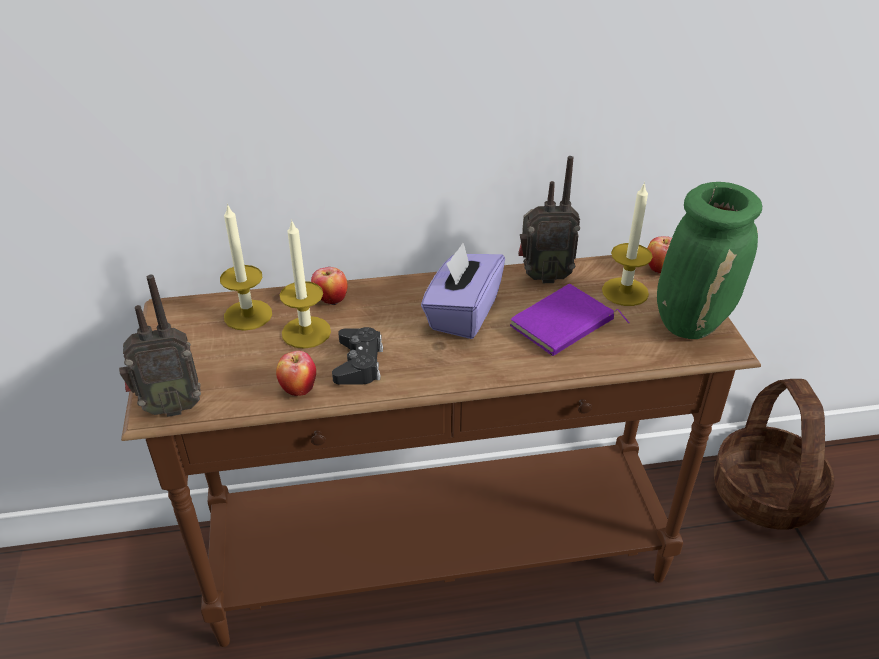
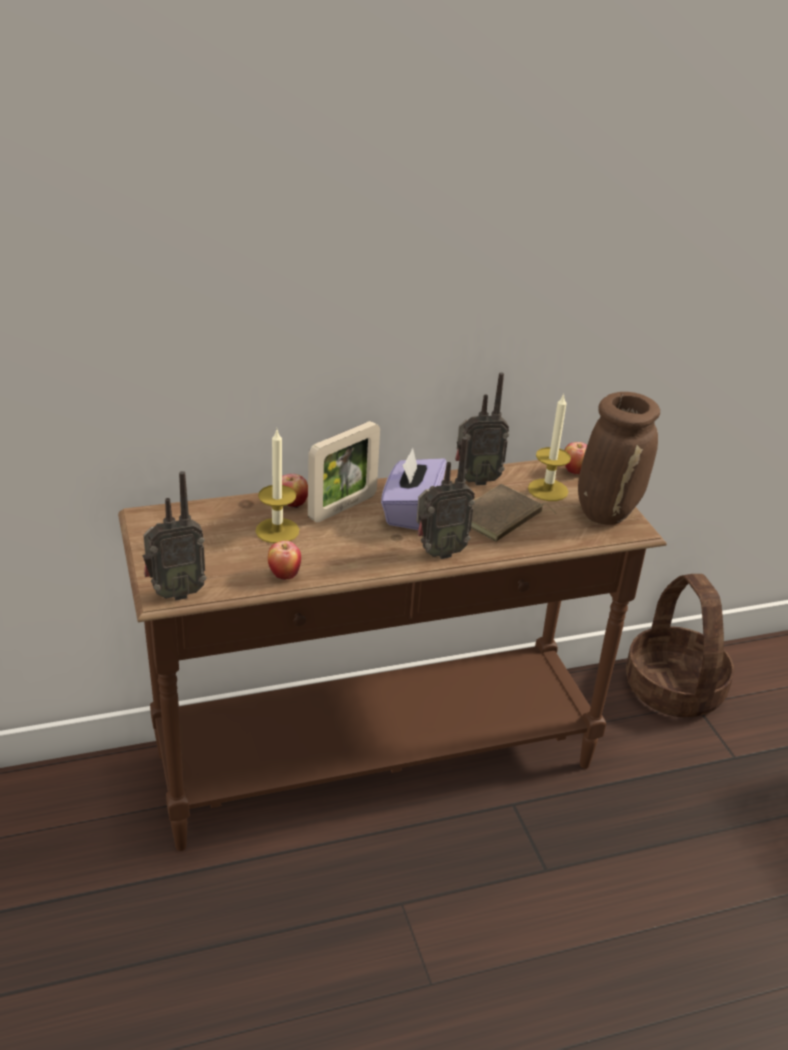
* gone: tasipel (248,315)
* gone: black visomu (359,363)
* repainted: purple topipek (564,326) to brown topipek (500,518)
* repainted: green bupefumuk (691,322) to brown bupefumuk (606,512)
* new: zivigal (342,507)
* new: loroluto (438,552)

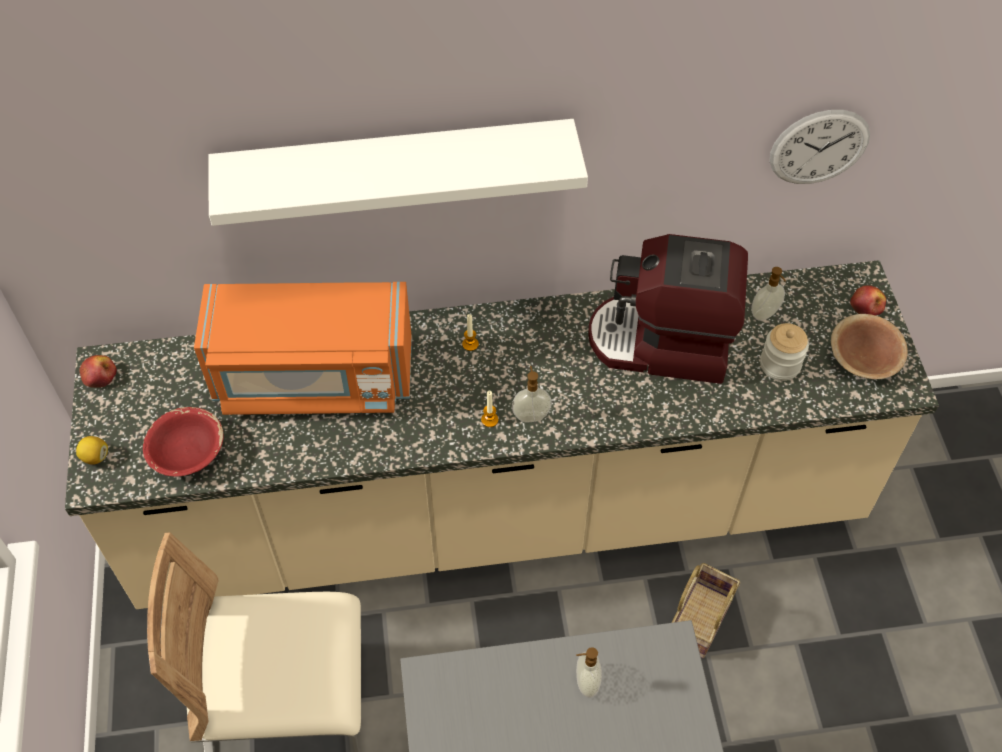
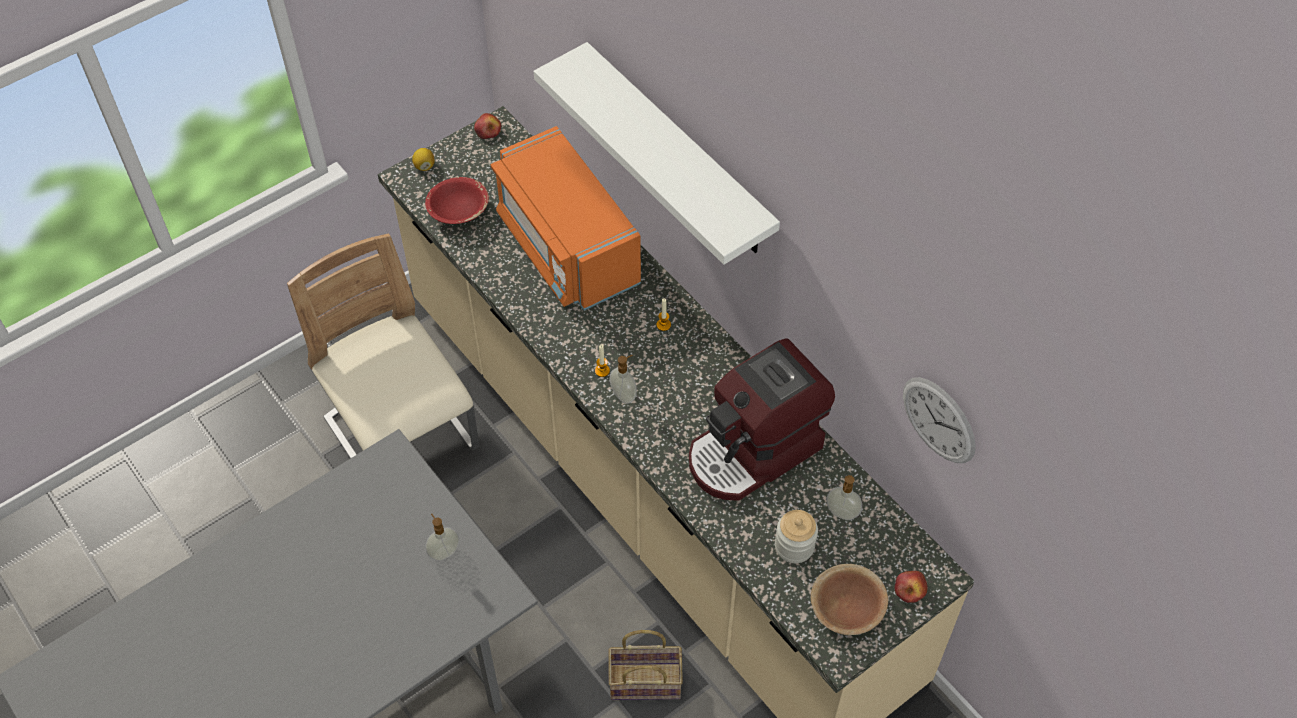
* rotated: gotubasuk (662,344) = (754,452) 105 degrees counterclockwise

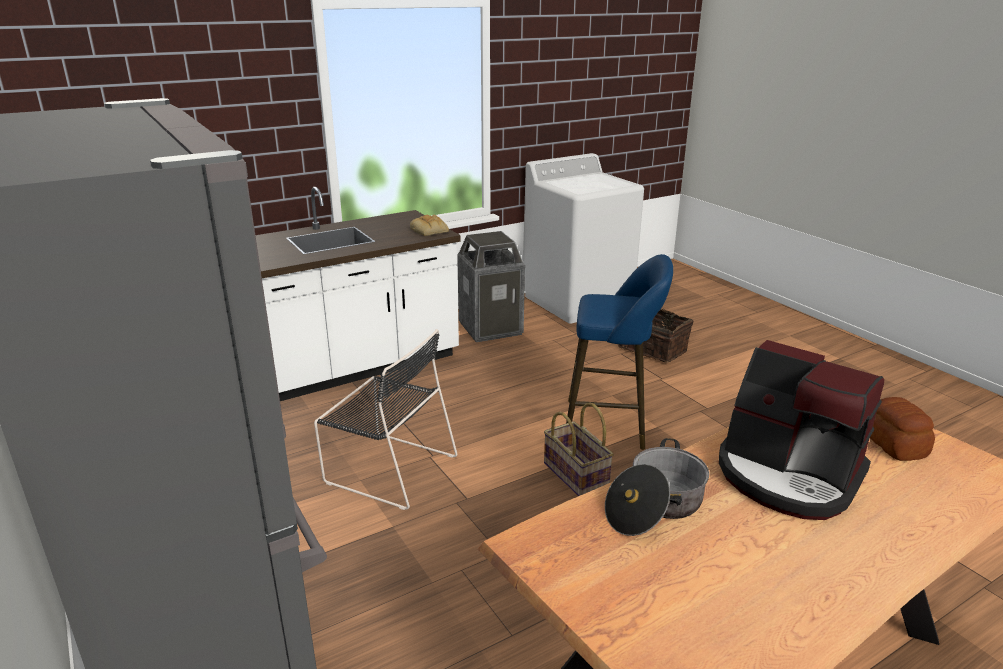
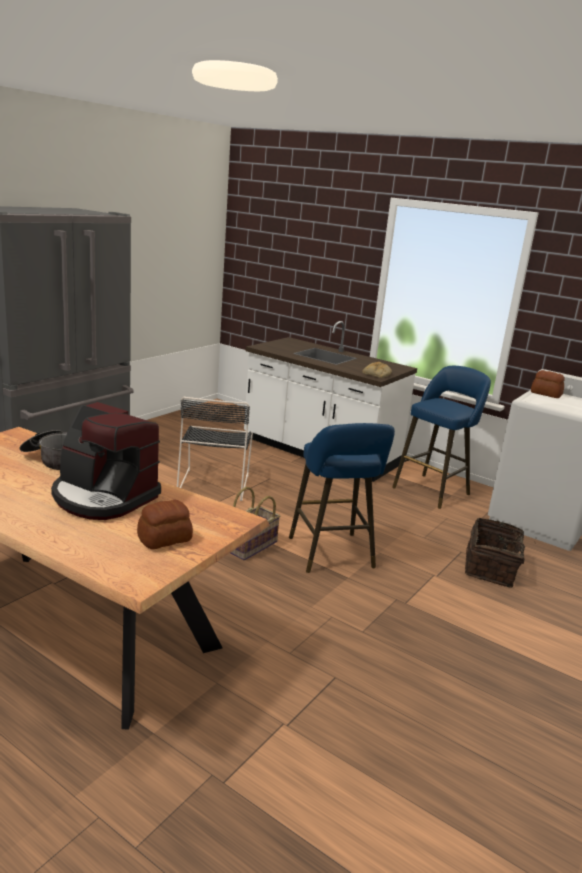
* swapped: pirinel (490,328) to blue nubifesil (433,490)
* rotated: gotubasuk (788,475) = (103,497) 75 degrees counterclockwise
* new: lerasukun (546,394)

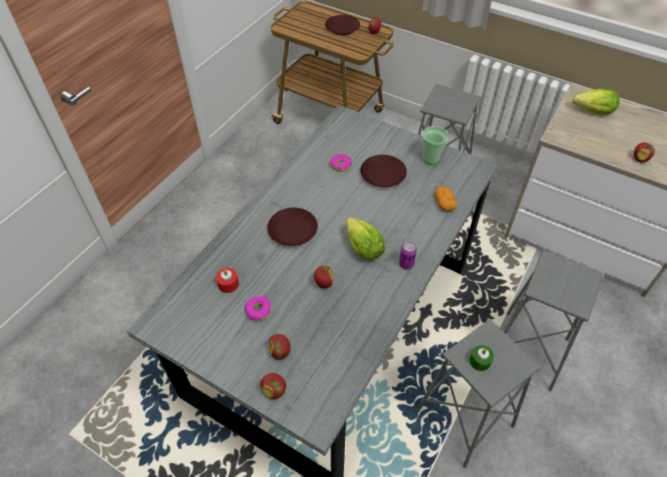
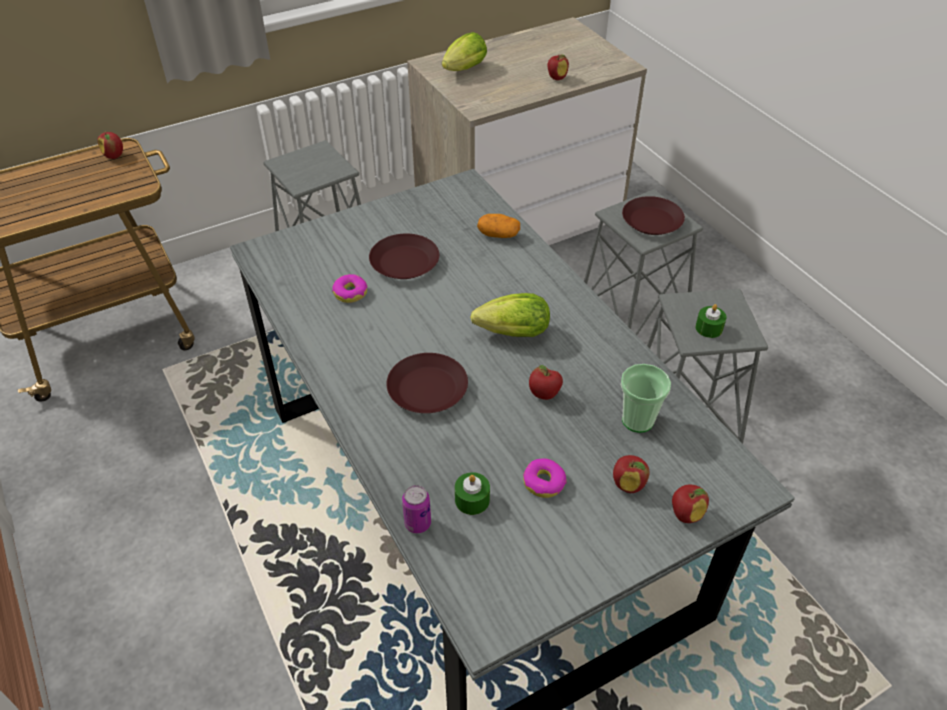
* repainted: red tasipel (228,284) to green tasipel (472,500)
* shifted: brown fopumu (342,28) to (651,221)
* shifted: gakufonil (406,264) to (417,523)
* shifted: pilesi (430,158) to (637,420)

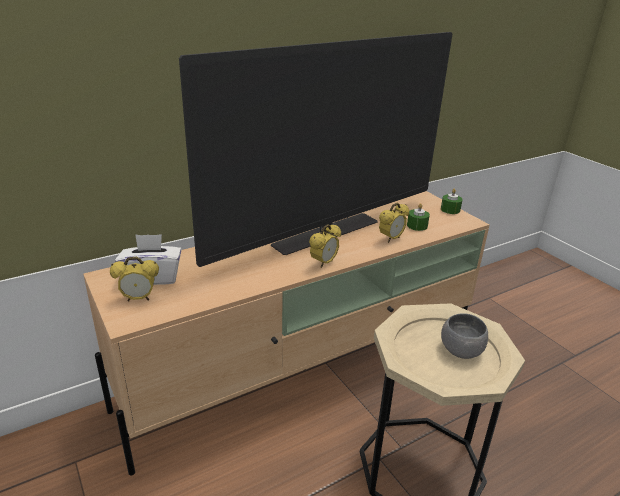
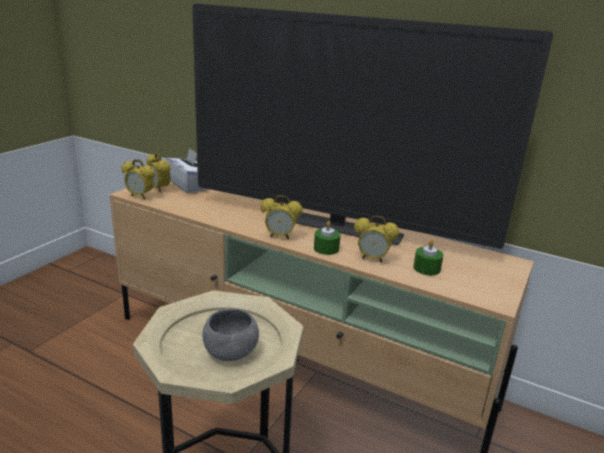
* shifted: green tasipel (450,209) to (326,248)
* new: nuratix (140,196)

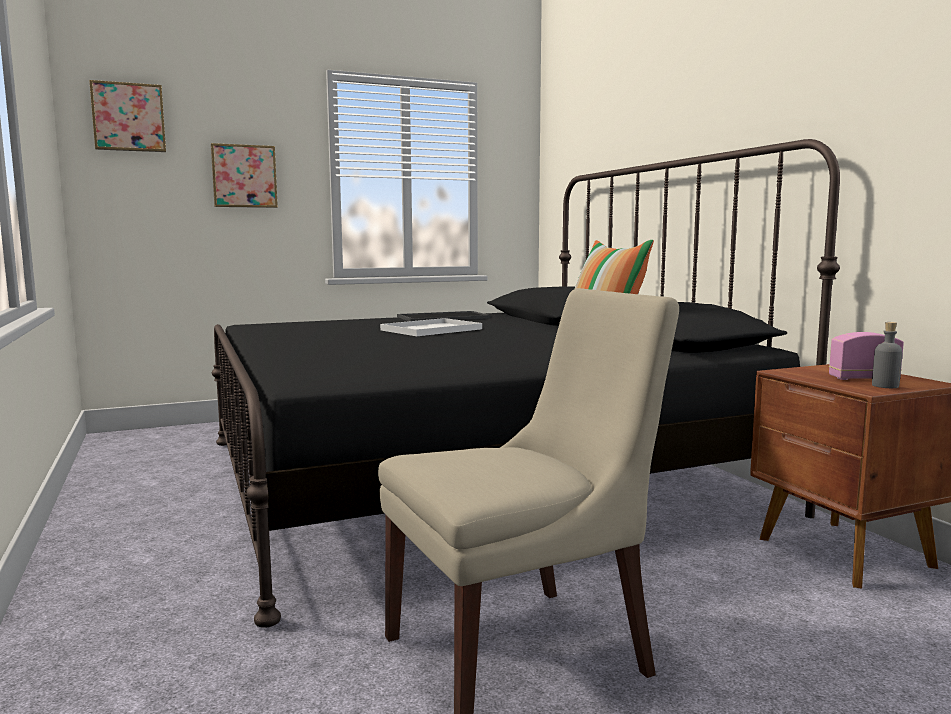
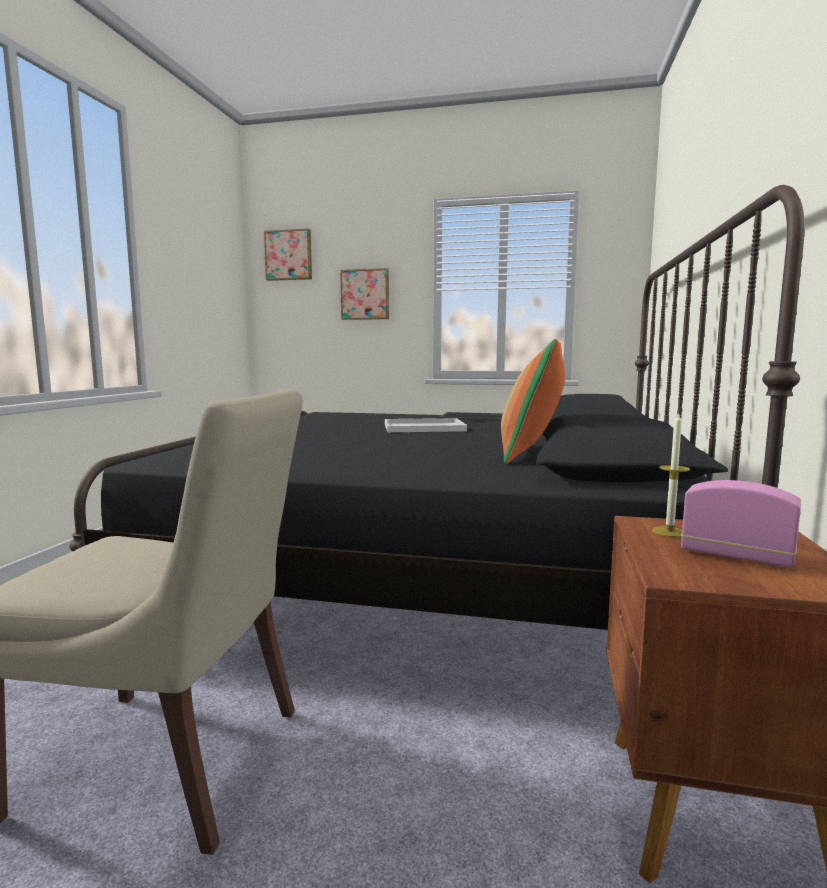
* gone: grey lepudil (885,386)
* new: tasipel (669,532)

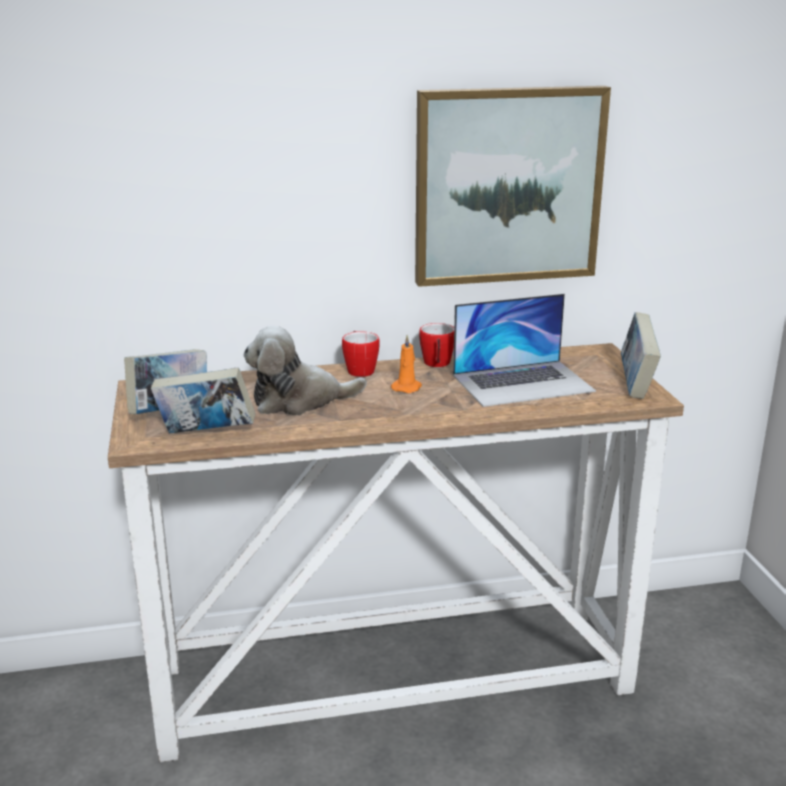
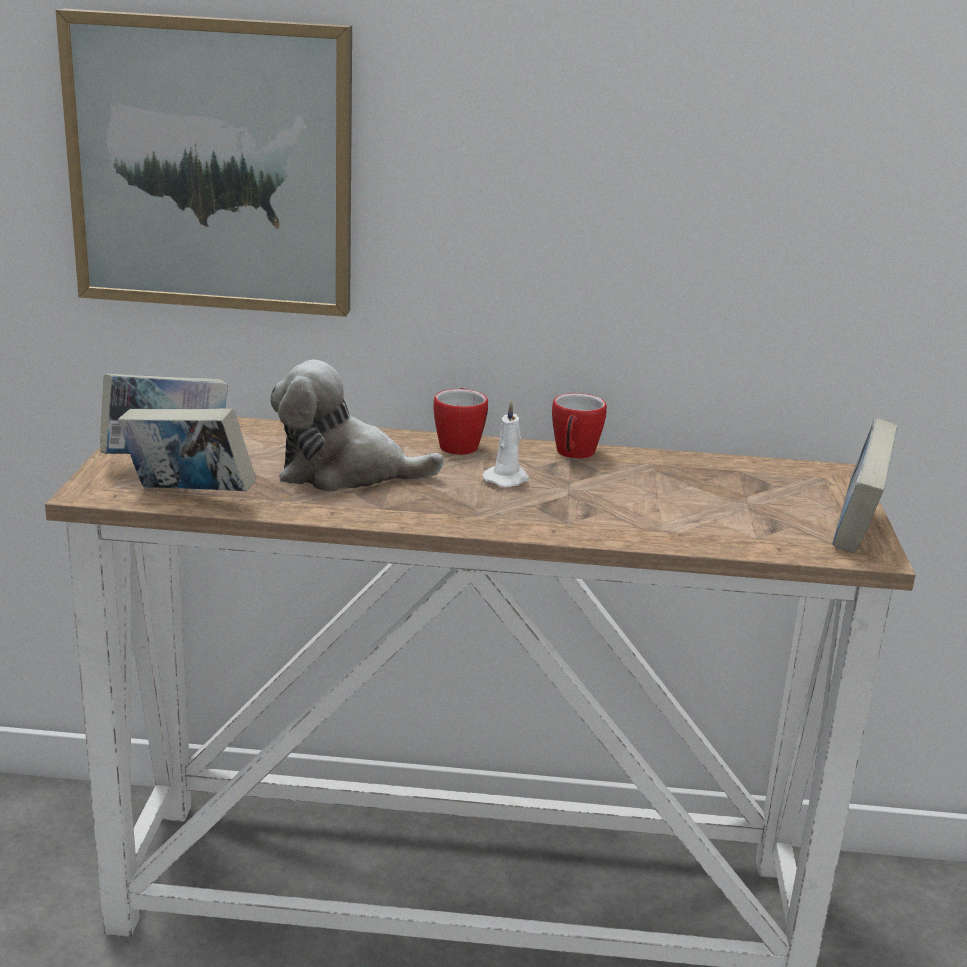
* repainted: orange tasipel (407,387) to white tasipel (507,479)
* shifted: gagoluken (508,186) to (212,165)
* gone: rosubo (523,383)

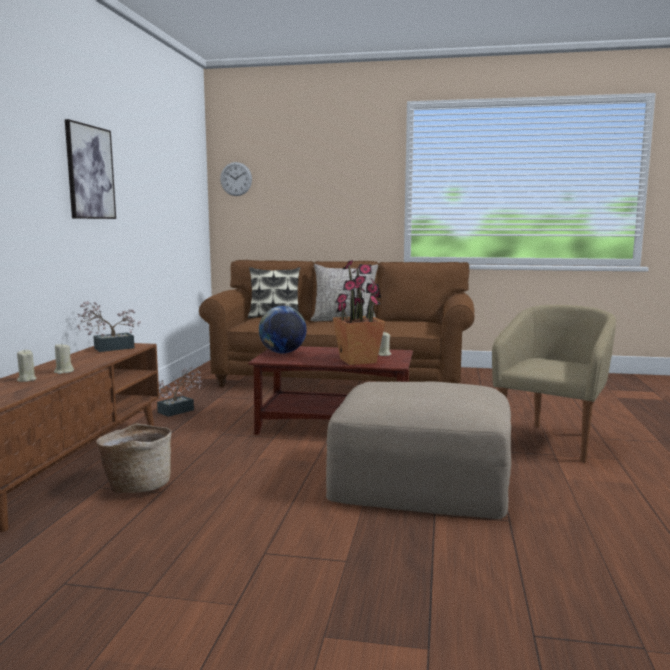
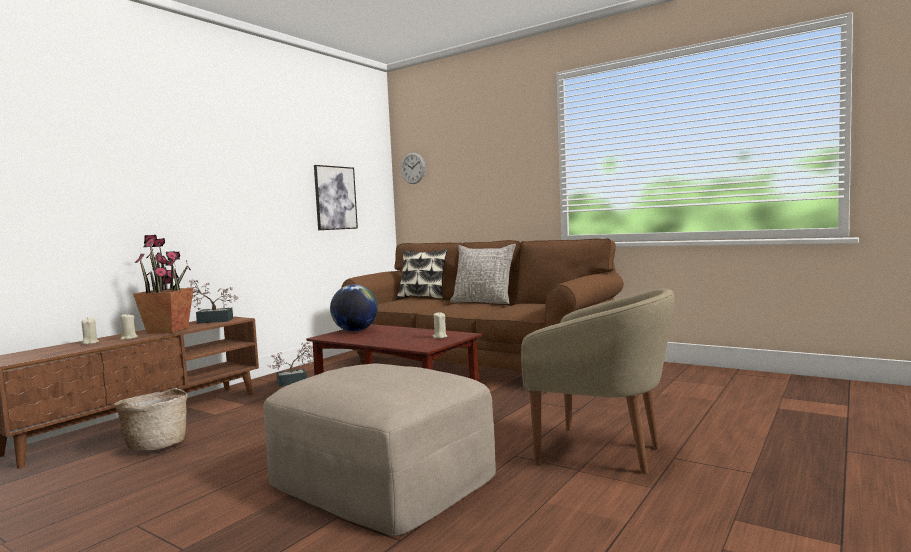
* shifted: gagoluken (90,172) to (335,198)
* shifted: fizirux (358,361) to (168,330)
* rotated: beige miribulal (551,440) = (602,452) 60 degrees clockwise

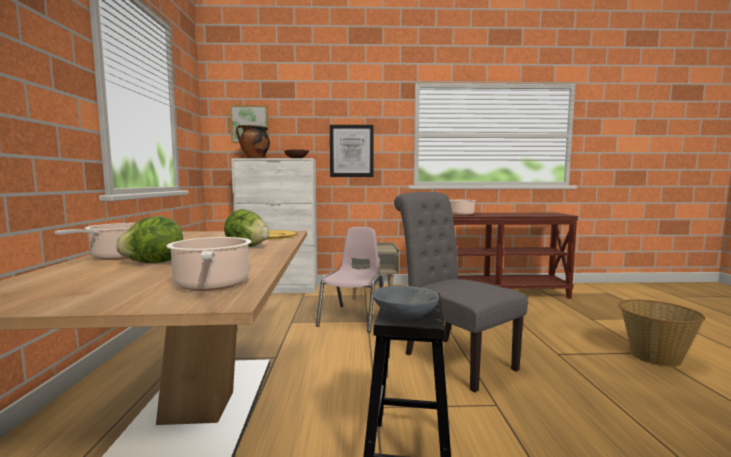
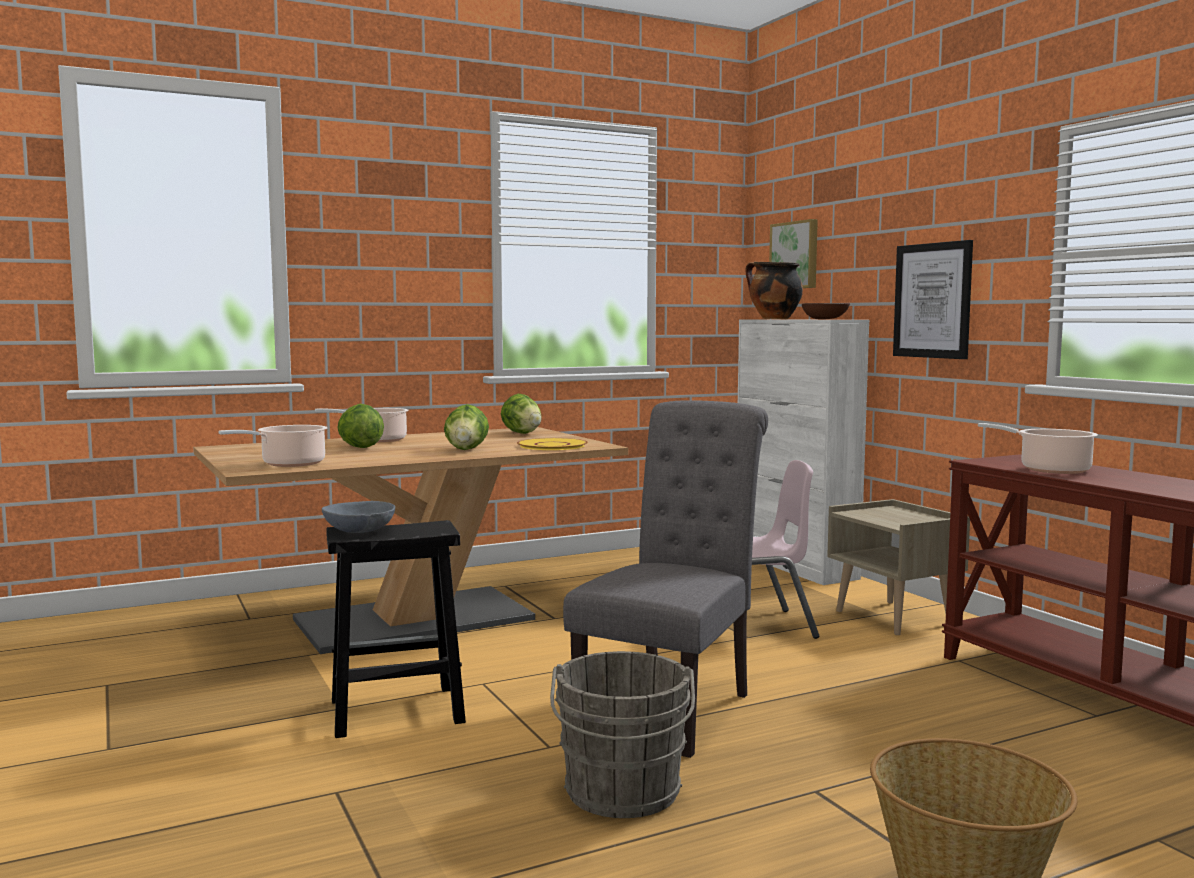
* new: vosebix (522,433)
* new: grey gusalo (622,795)

